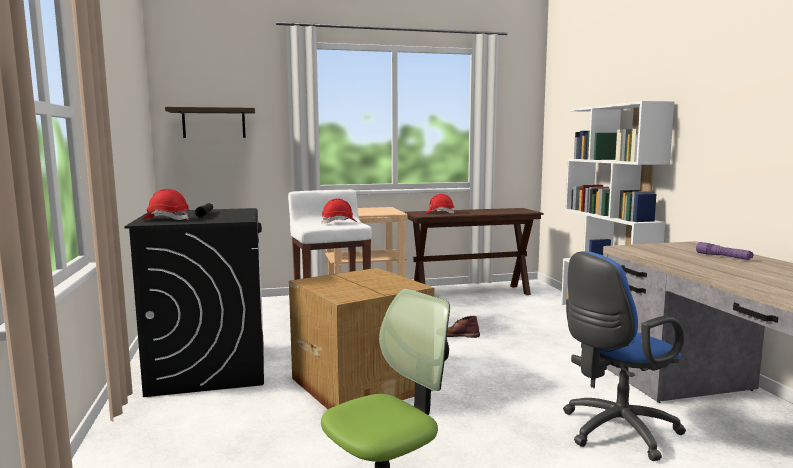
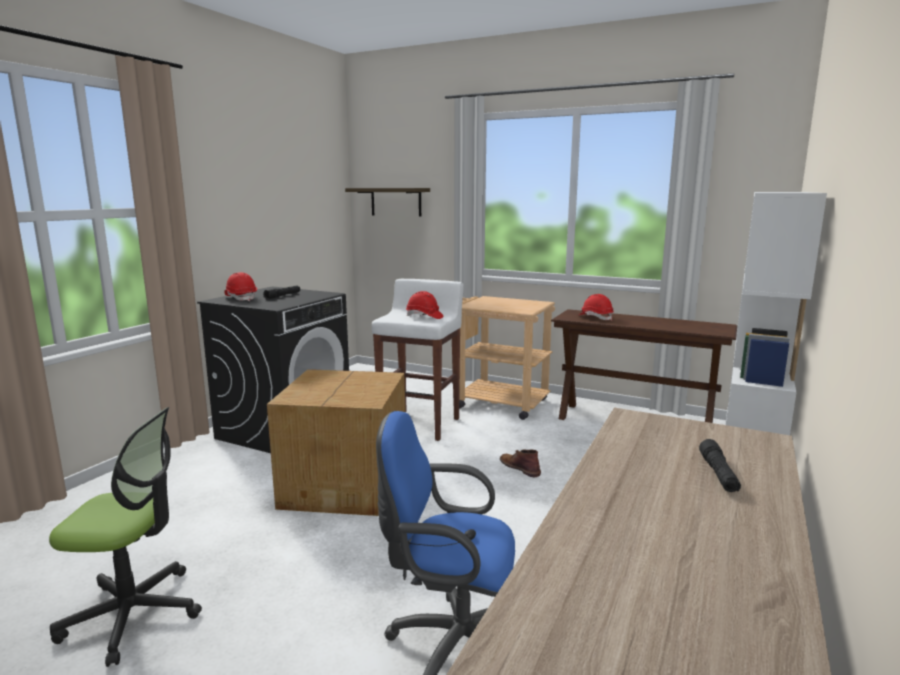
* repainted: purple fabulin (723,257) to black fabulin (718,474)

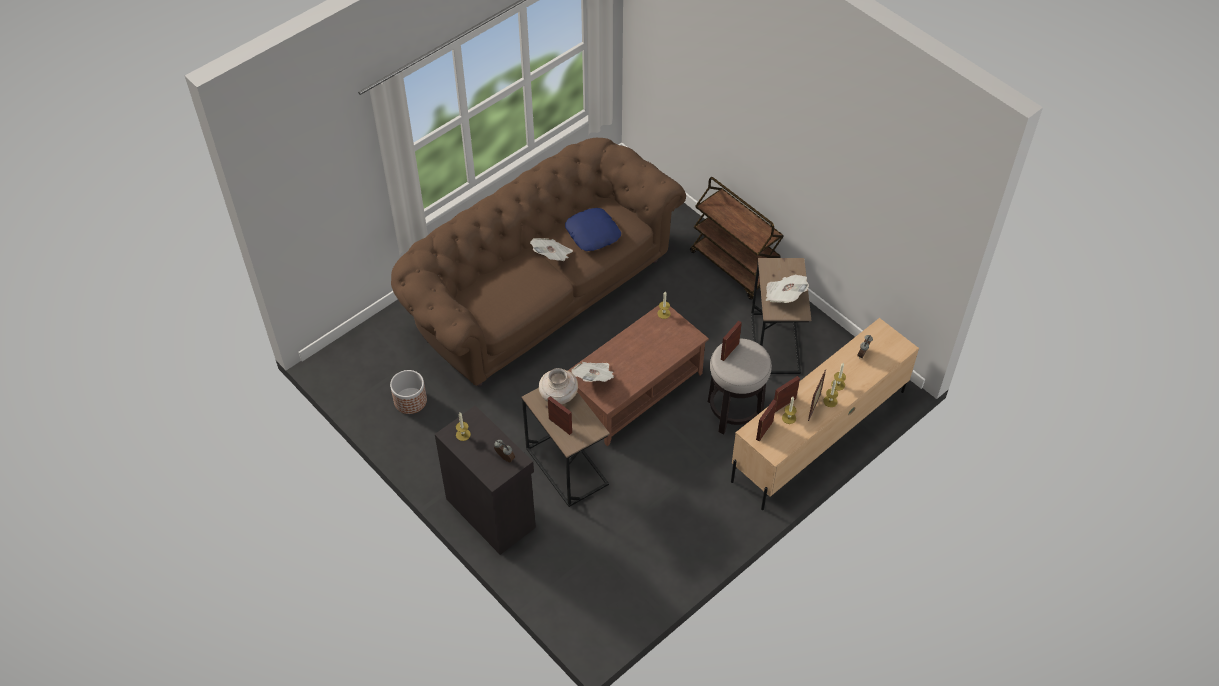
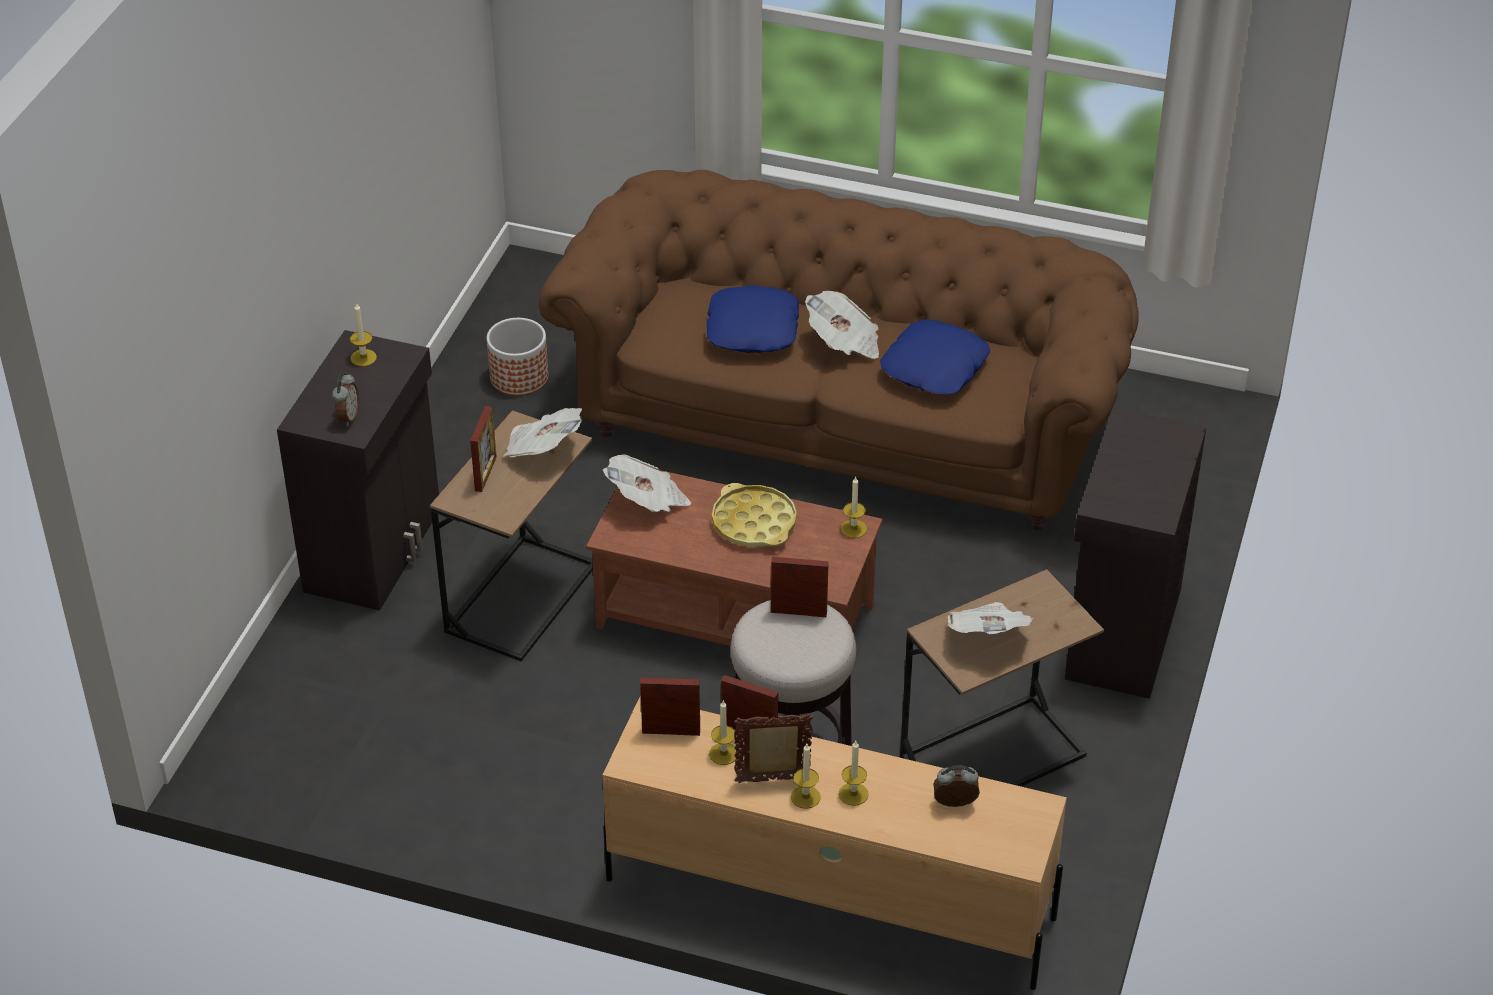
* swapped: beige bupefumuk (558,396) to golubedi (543,449)
* swapped: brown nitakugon (734,267) to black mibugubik (1120,633)
* new: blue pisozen (751,329)
* new: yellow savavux (754,523)

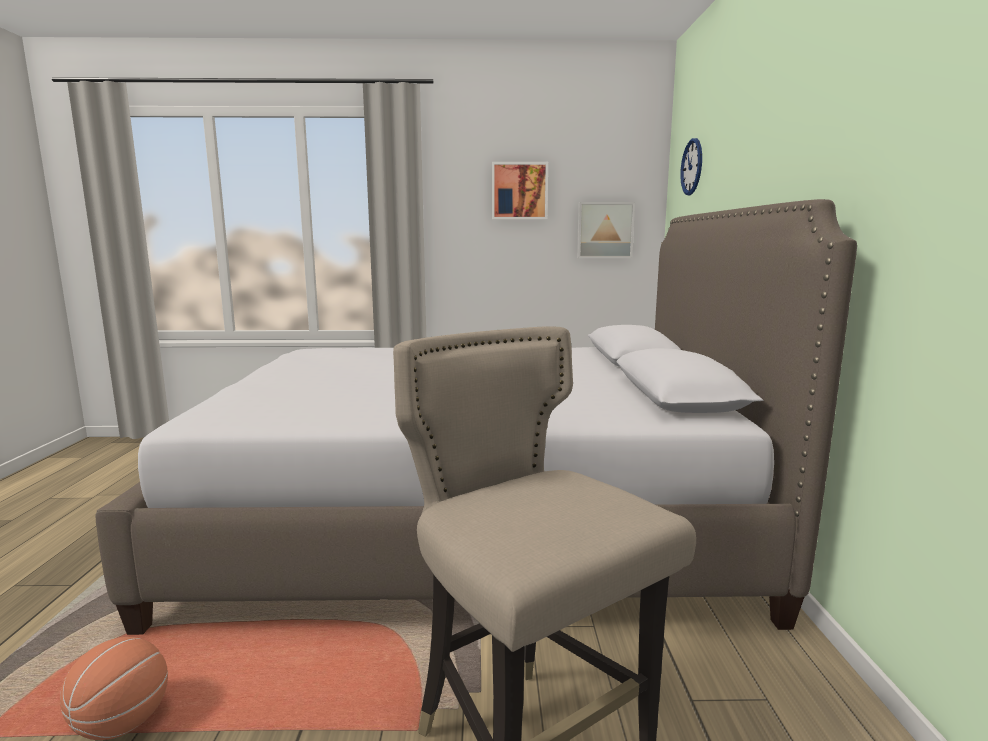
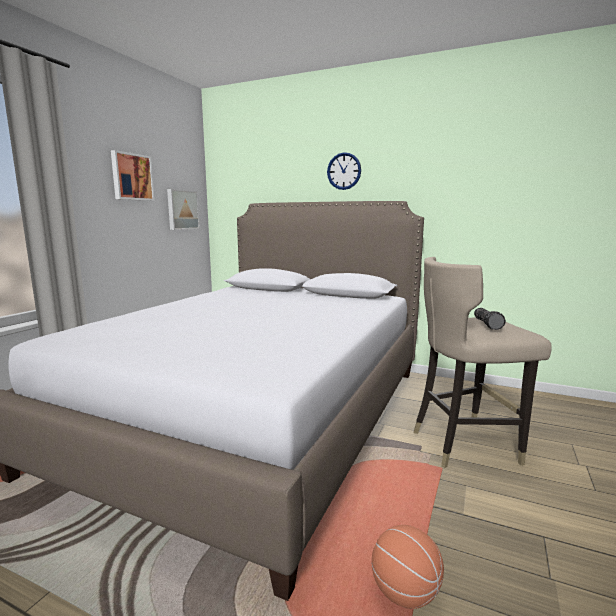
* shifted: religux (692,167) to (344,171)
* new: fabulin (488,324)

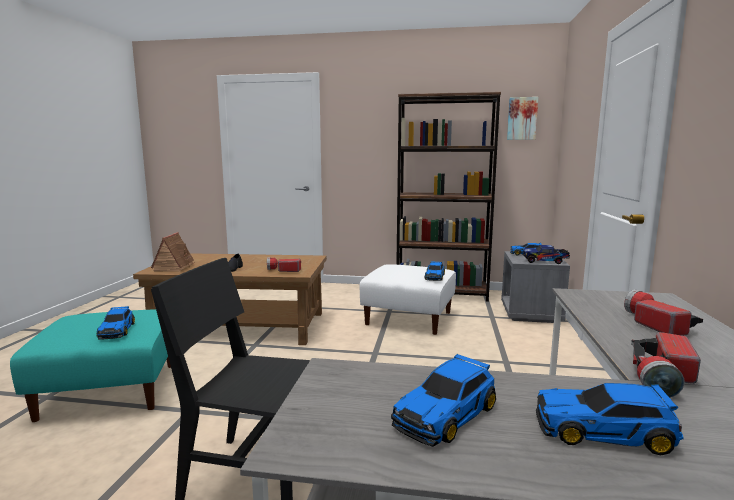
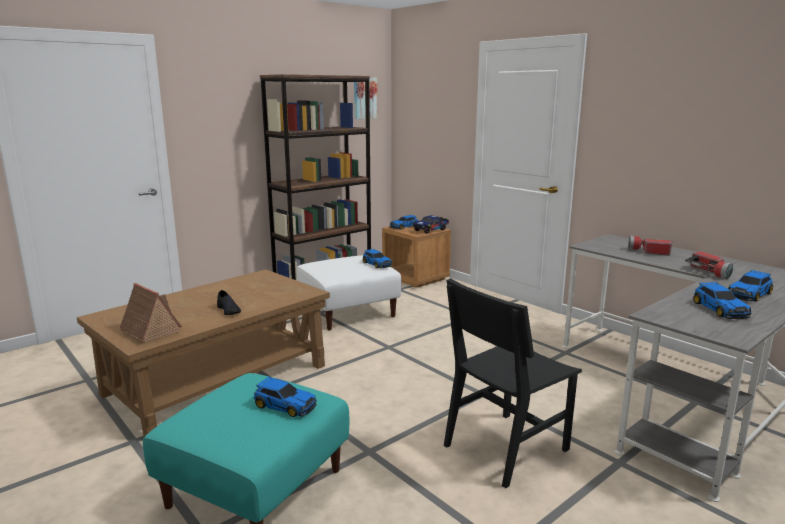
* gone: fabulin (283,270)
* repainted: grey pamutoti (531,313) to brown pamutoti (416,278)

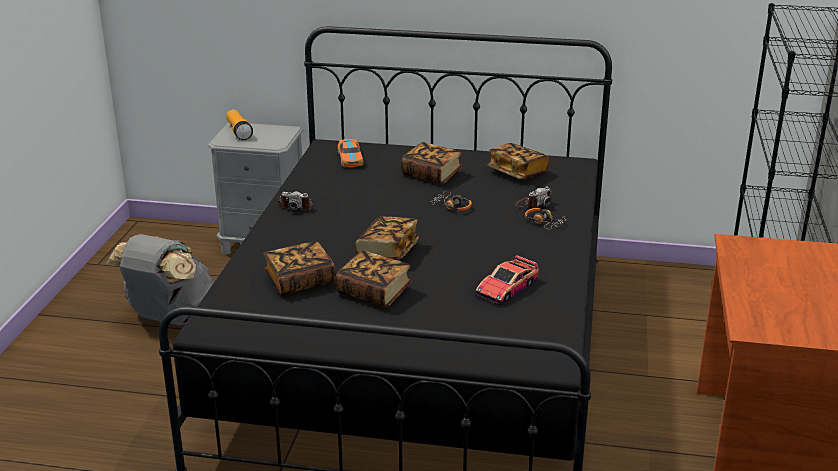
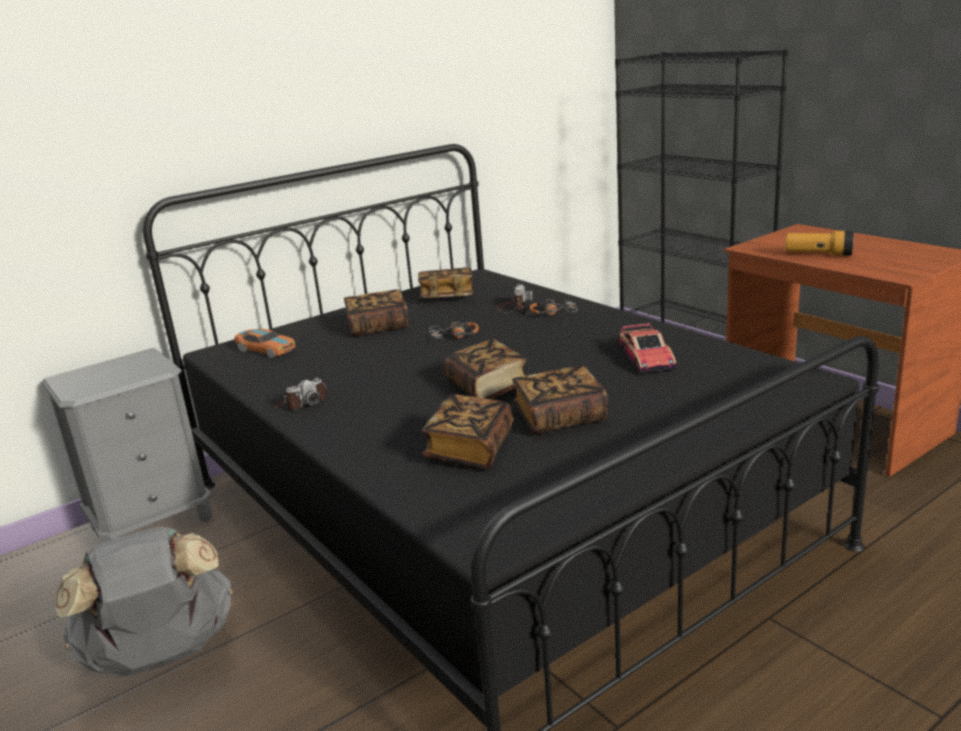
* shifted: fabulin (239,132) to (818,254)

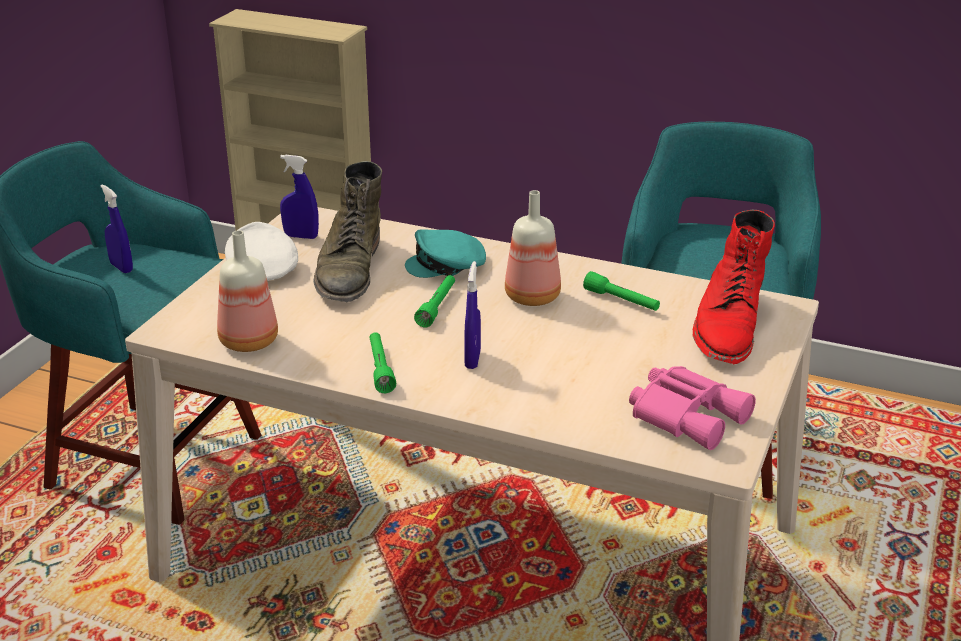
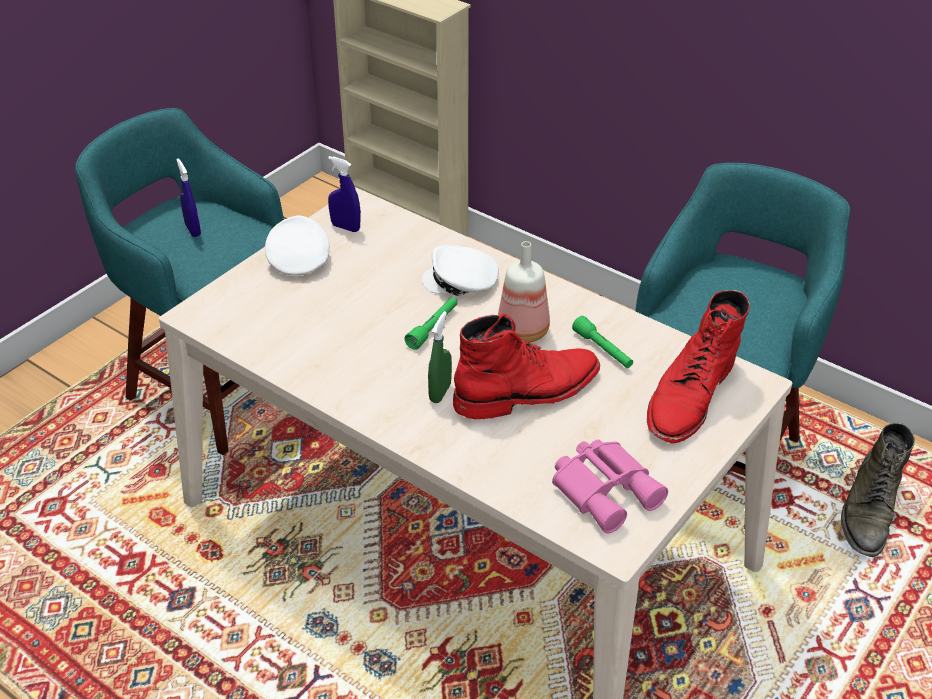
* gone: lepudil (248,342)
* shifted: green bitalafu (349,270) to (868,512)
* gone: green fabulin (380,369)
* repainted: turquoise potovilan (447,265) to white potovilan (461,282)
* repainted: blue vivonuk (472,359) to green vivonuk (440,392)
* new: red bitalafu (528,392)

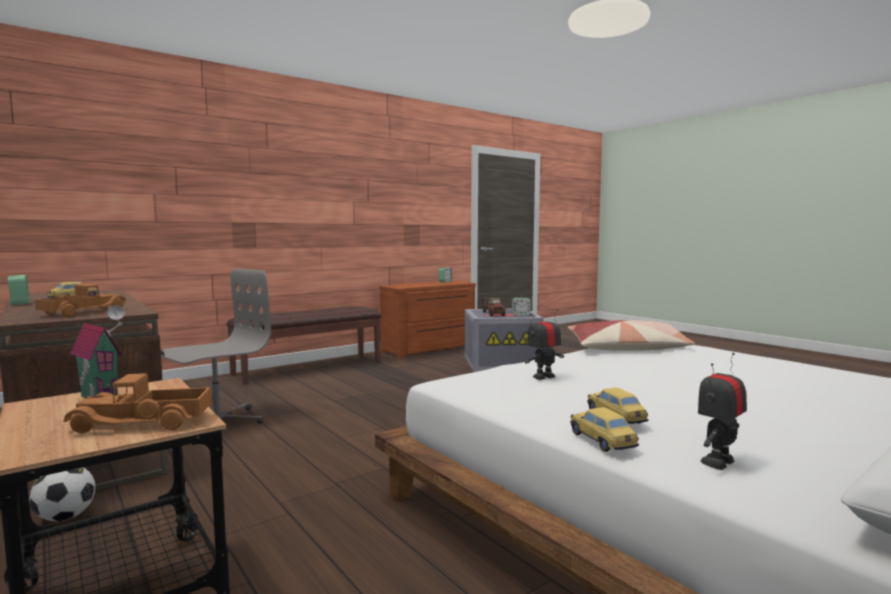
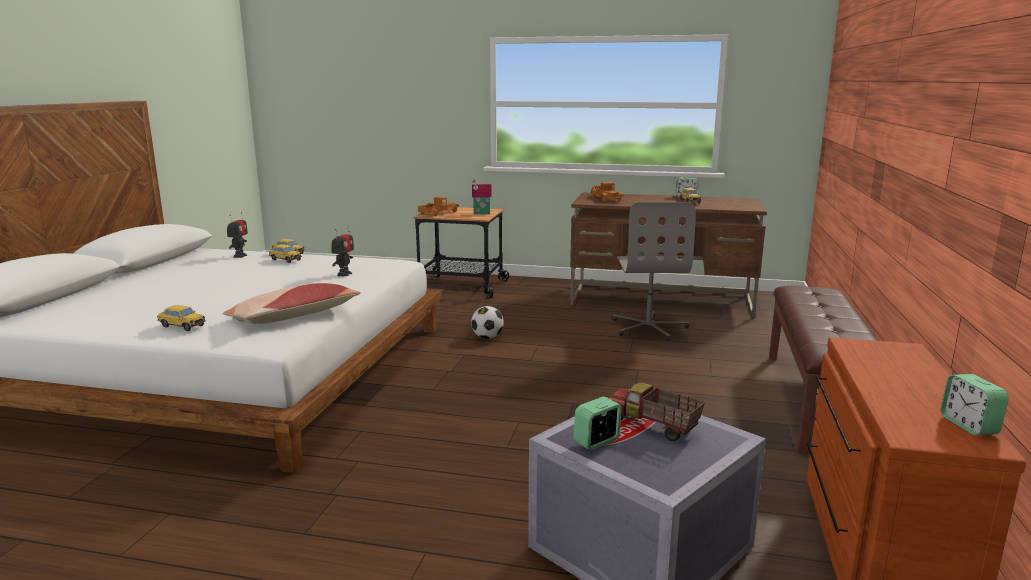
* shifted: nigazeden (65,517) to (487,337)
* new: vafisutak (182,326)

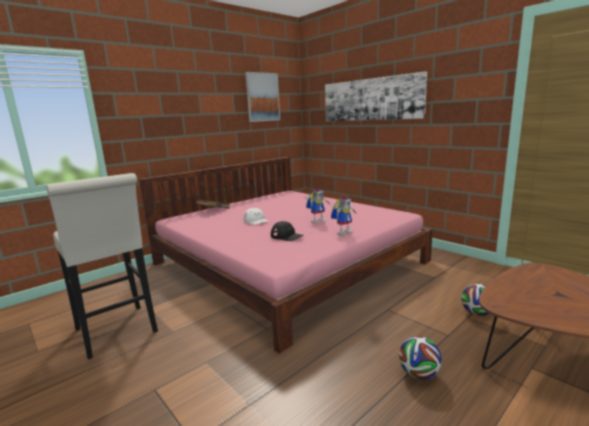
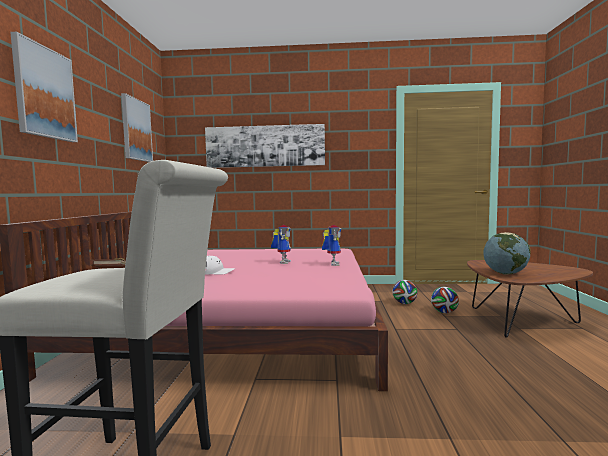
* gone: black potovilan (287,236)
* shifted: nigazeden (419,374) to (404,303)
* new: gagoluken (44,93)
* new: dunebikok (505,273)

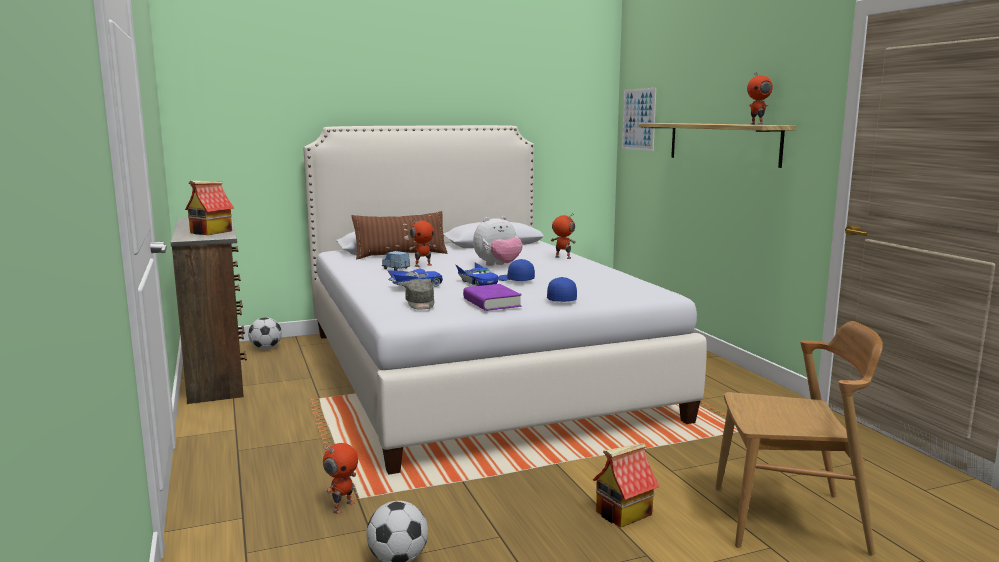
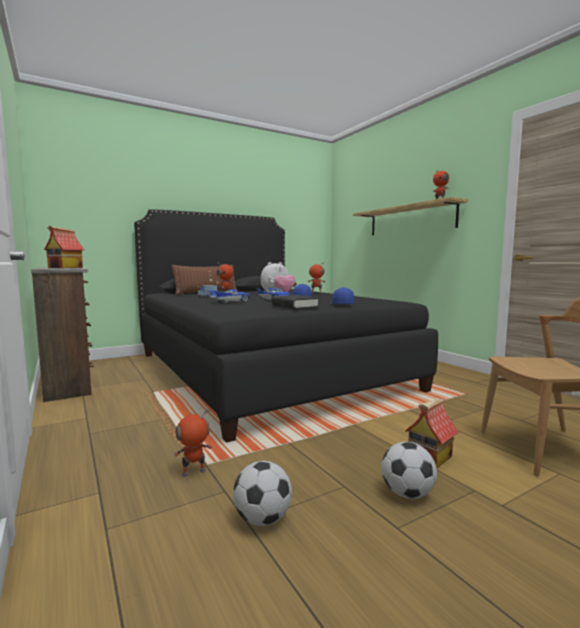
* shifted: nigazeden (266,348) to (407,494)
* repainted: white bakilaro (475,372) to black bakilaro (263,370)
* rotated: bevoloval (342,506) = (194,473) 135 degrees counterclockwise
* gone: grey potovilan (420,304)
* repainted: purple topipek (491,303) to black topipek (294,306)
* gone: gagoluken (638,119)

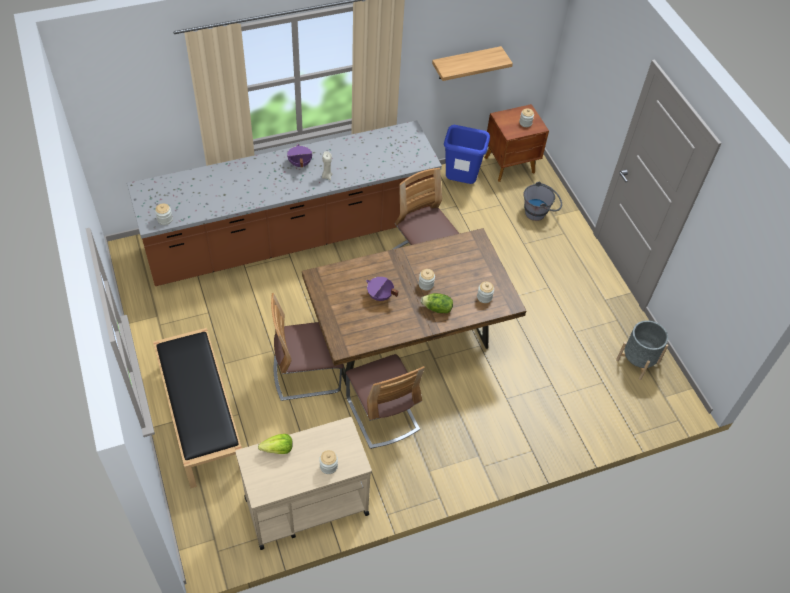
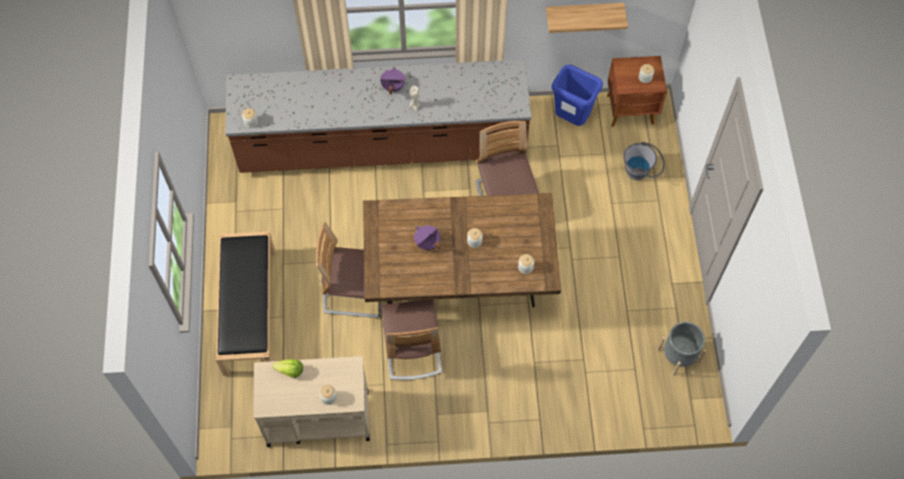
* gone: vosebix (437,309)

